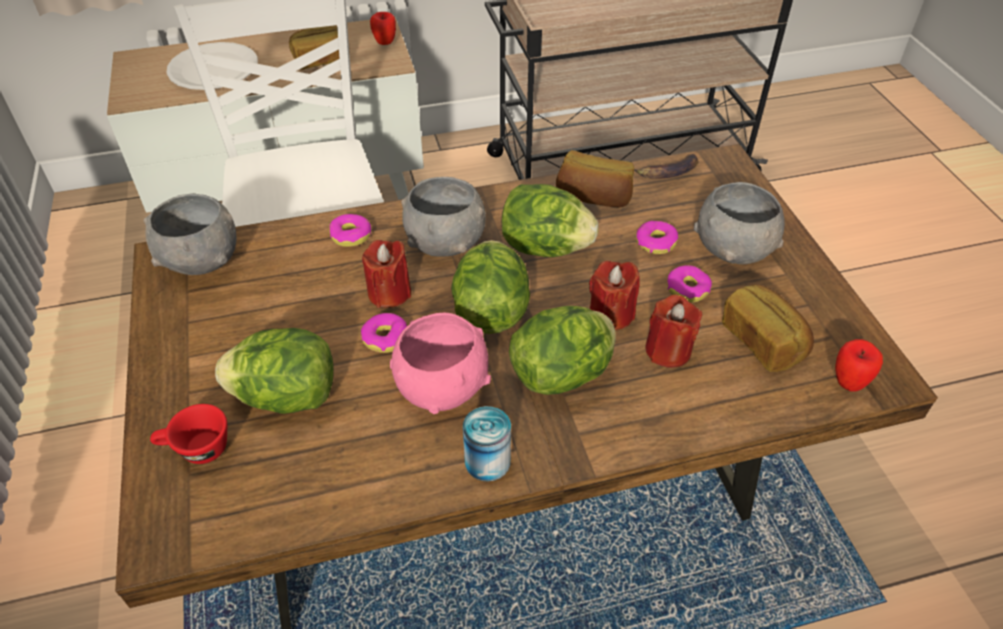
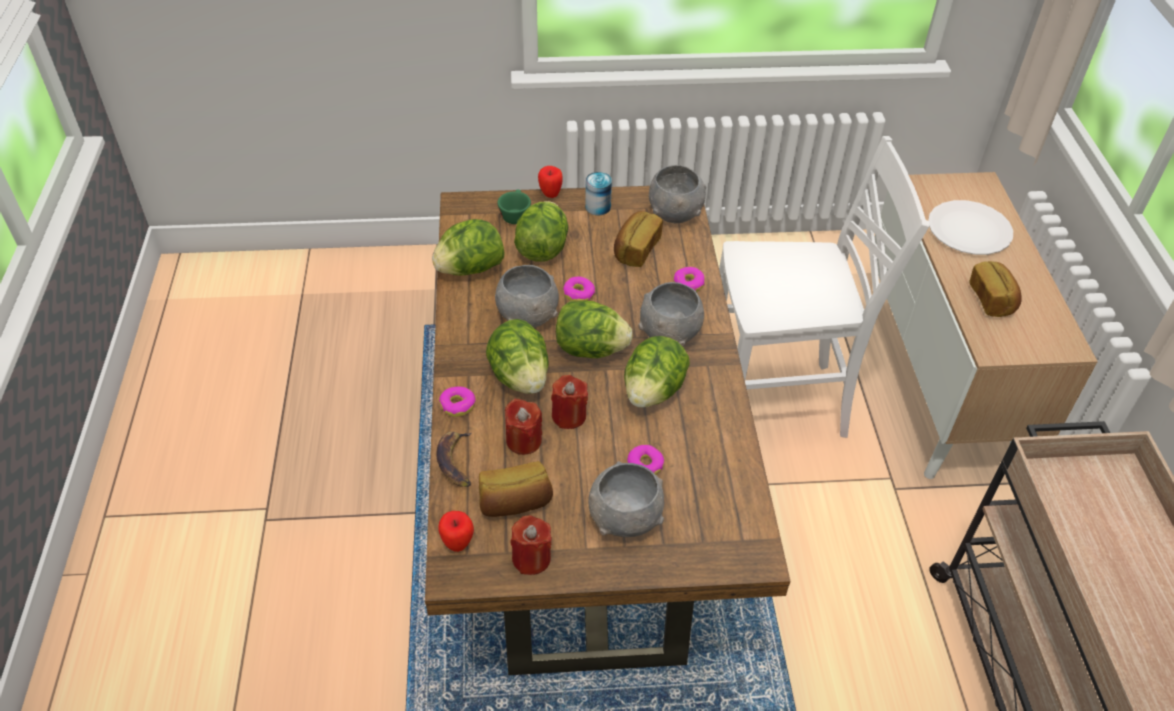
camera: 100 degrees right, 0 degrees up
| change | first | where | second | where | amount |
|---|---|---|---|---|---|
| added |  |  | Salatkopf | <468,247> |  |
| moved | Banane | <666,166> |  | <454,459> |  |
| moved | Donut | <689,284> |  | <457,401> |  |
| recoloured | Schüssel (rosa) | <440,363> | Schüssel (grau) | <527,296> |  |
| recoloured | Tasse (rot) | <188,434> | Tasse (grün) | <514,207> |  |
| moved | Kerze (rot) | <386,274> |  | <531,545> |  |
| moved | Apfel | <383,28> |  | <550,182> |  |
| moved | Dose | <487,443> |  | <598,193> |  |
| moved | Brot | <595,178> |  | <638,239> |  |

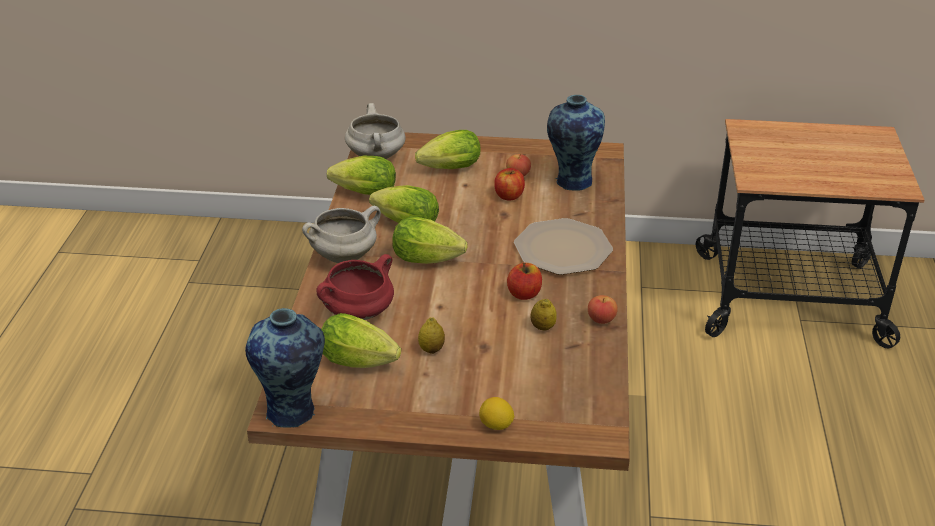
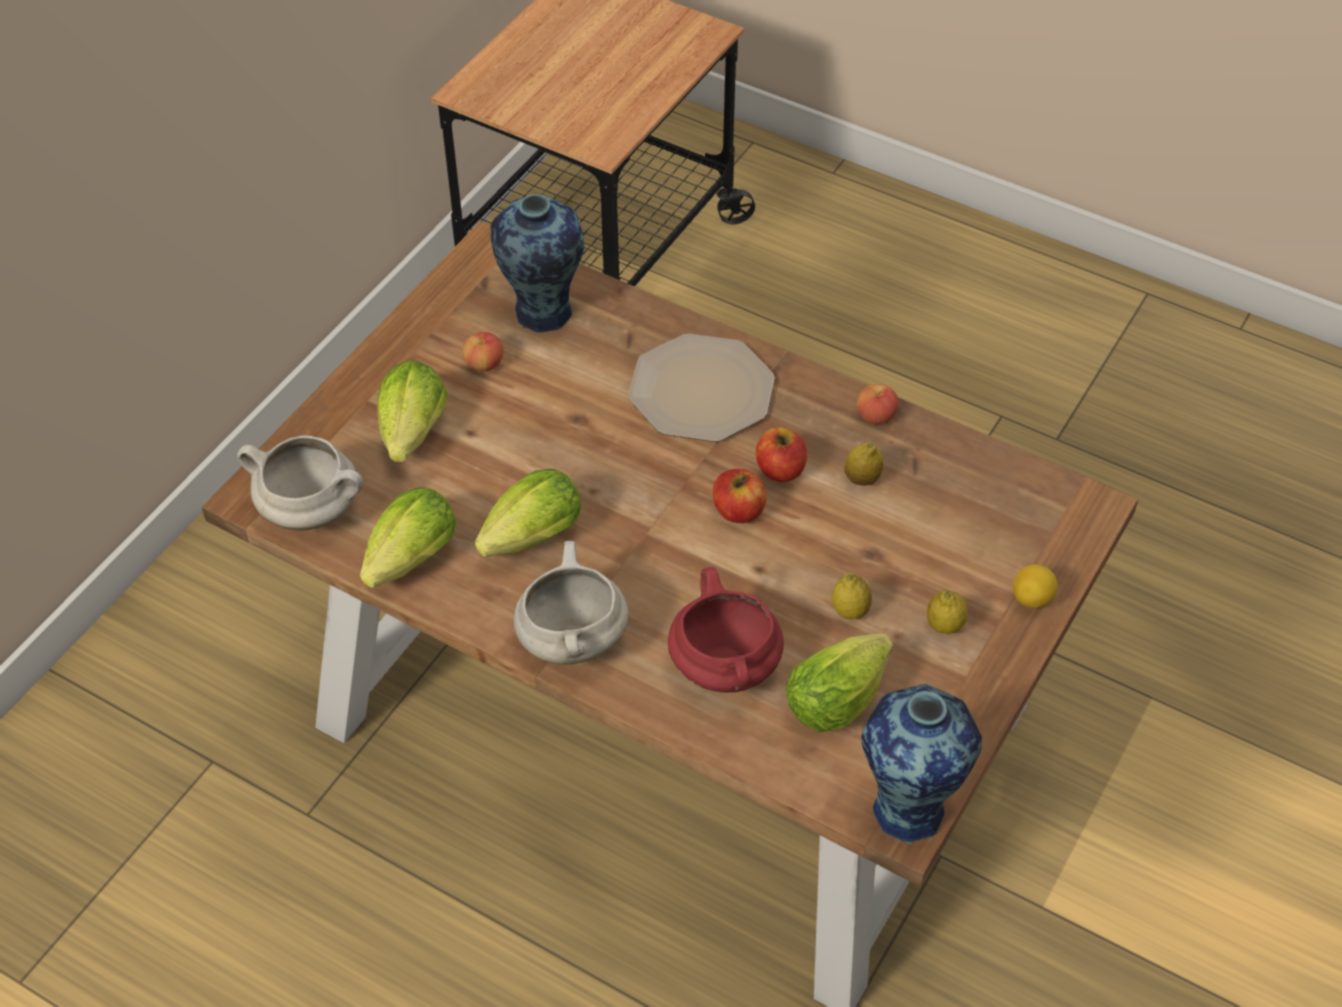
camera: 65 degrees left, 15 degrees up
| change | first | where | second | where | amount |
|---|---|---|---|---|---|
| moved | Apfel | <509,184> |  | <739,495> |  |
| added |  |  | Zitrone | <947,612> |  |
| removed | Salatkopf | <429,240> |  |  |  |

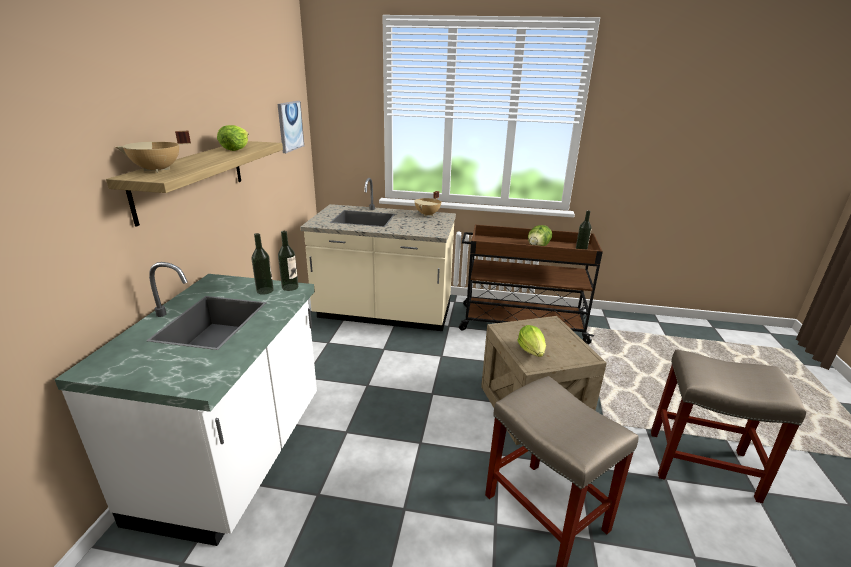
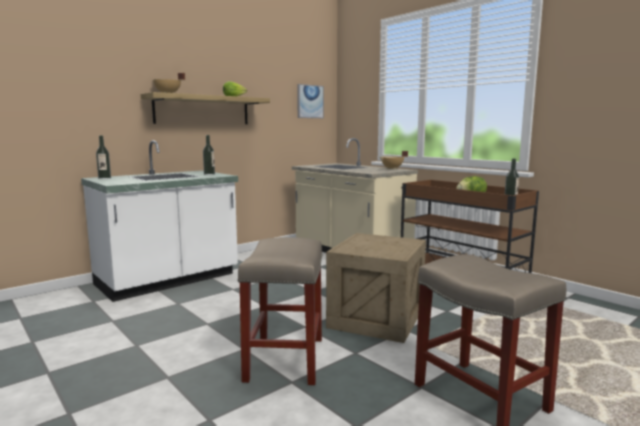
camera: 40 degrees right, 15 degrees down
| change | first | where | second | where | amount |
|---|---|---|---|---|---|
| moved | Flasche | <288,261> |  | <103,157> |  |
| removed | Salatkopf | <531,341> |  |  |  |

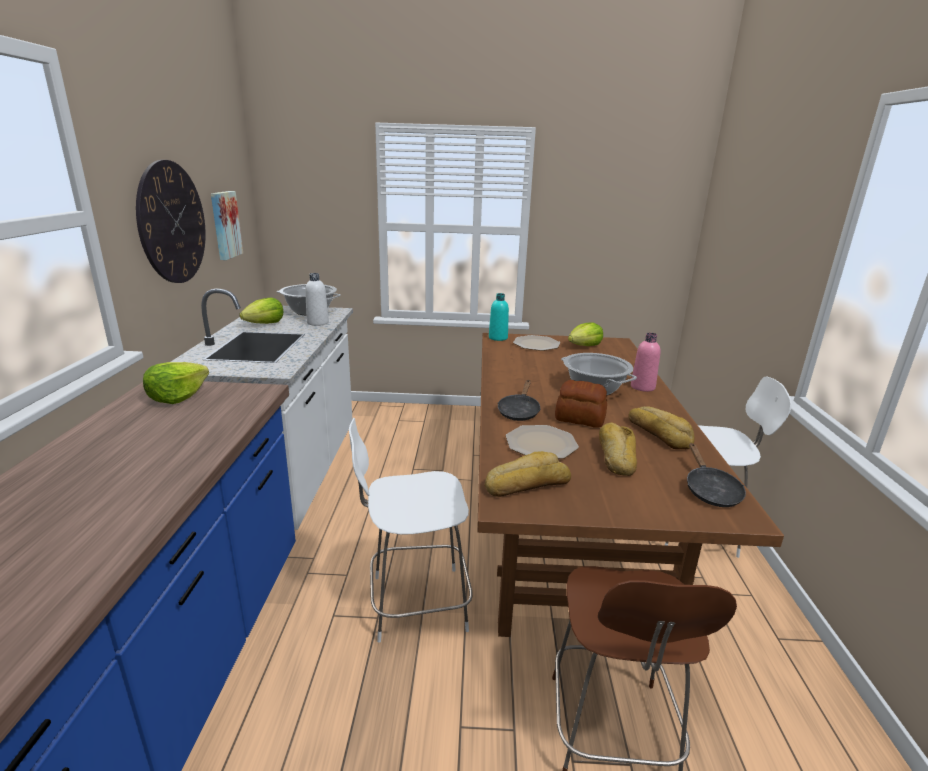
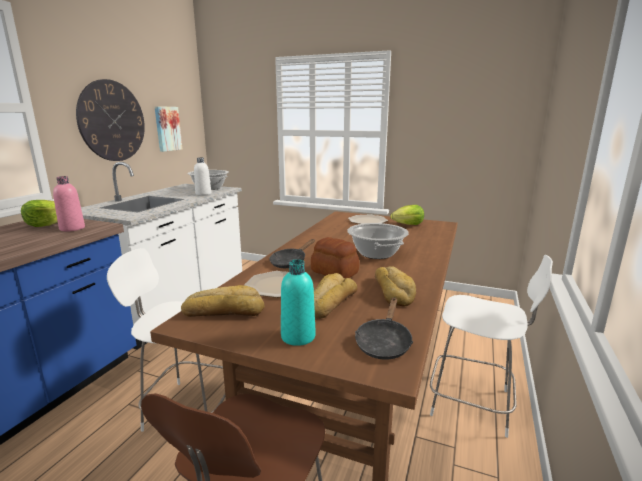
camera: 20 degrees right, 5 degrees down
| change | first | where | second | where | amount |
|---|---|---|---|---|---|
| moved | Flasche (rosa) | <646,362> |  | <69,204> |  |
| moved | Flasche (türkis) | <499,317> |  | <298,302> |  |
| removed | Salatkopf | <261,310> |  |  |  |

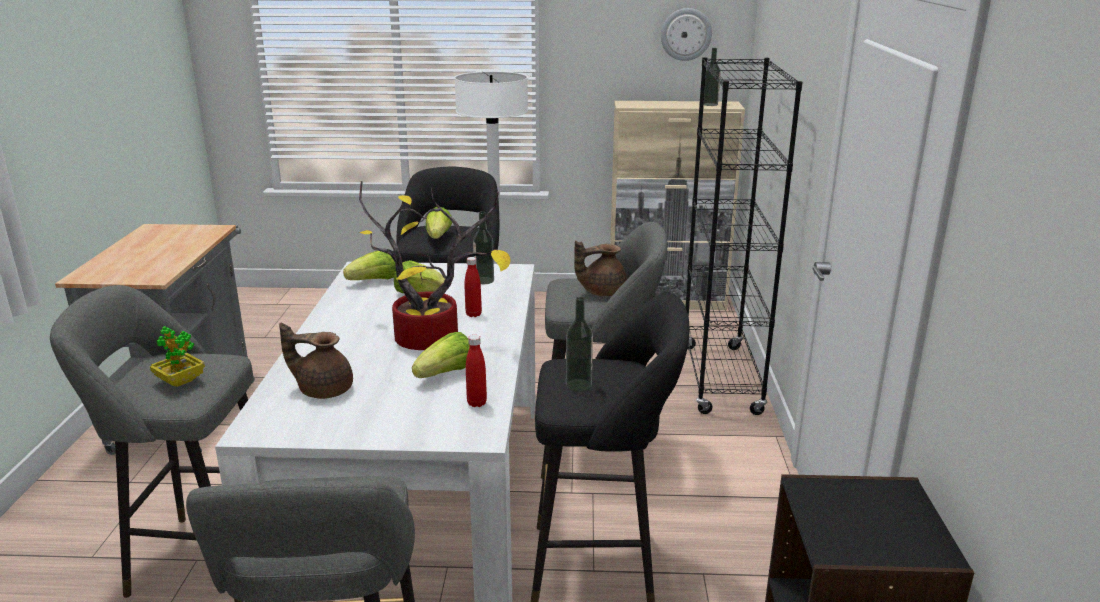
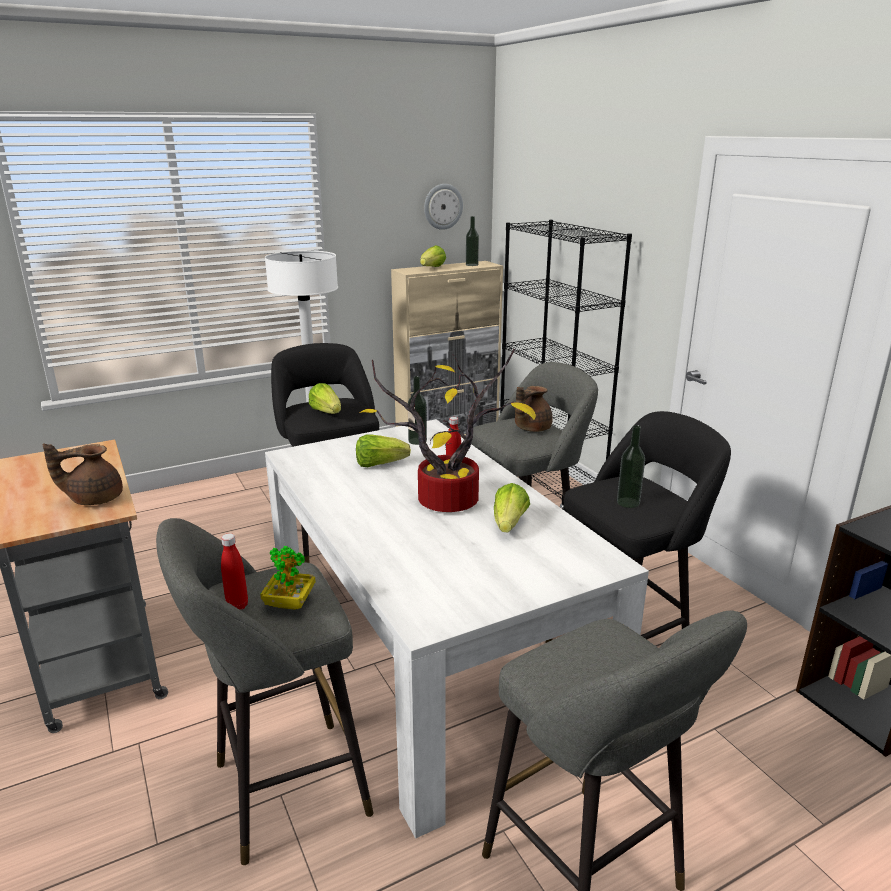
camera: 30 degrees left, 0 degrees up
| change | first | where | second | where | amount |
|---|---|---|---|---|---|
| moved | Teekanne (braun) | <316,361> |  | <83,474> |  |
| moved | Flasche (rot) | <476,371> |  | <234,571> |  |
| moved | Salatkopf | <369,264> |  | <433,256> |  |

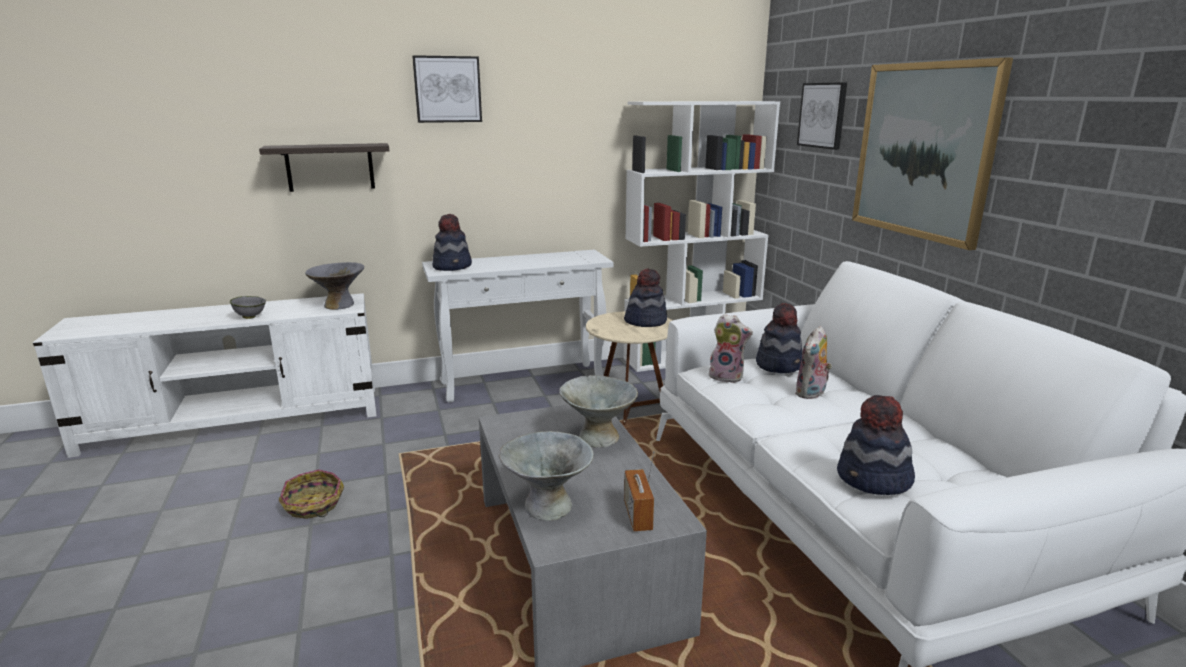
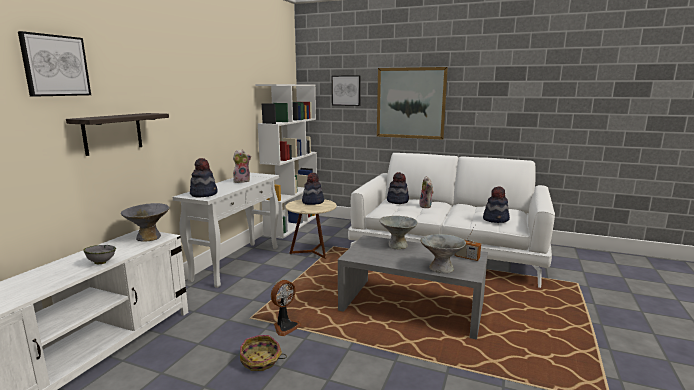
camera: 50 degrees left, 5 degrees down
| change | first | where | second | where | amount |
|---|---|---|---|---|---|
| moved | Bild | <447,89> |  | <54,64> |  |
| moved | Plüschtier | <730,348> |  | <242,166> |  |
| added |  |  | Ventilator | <286,308> |  |

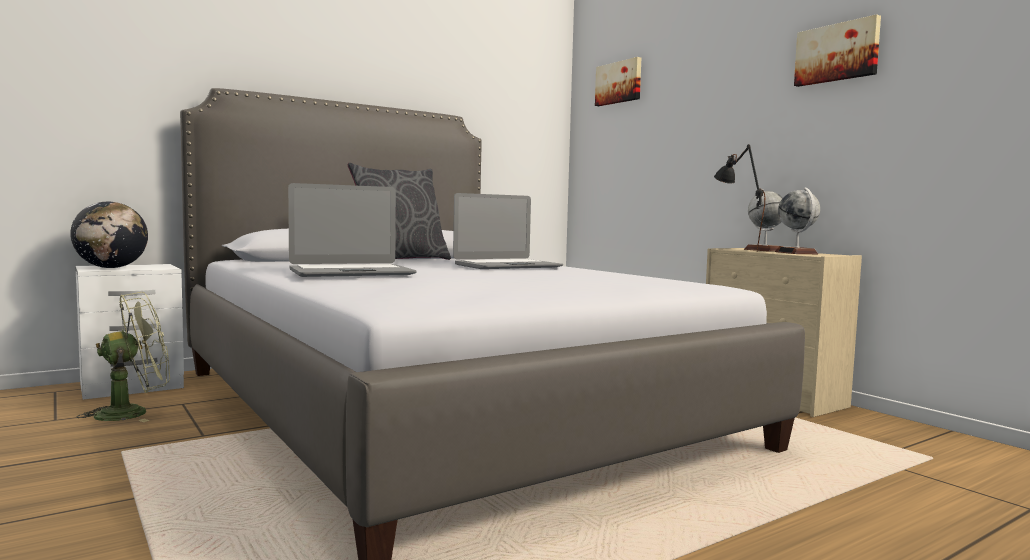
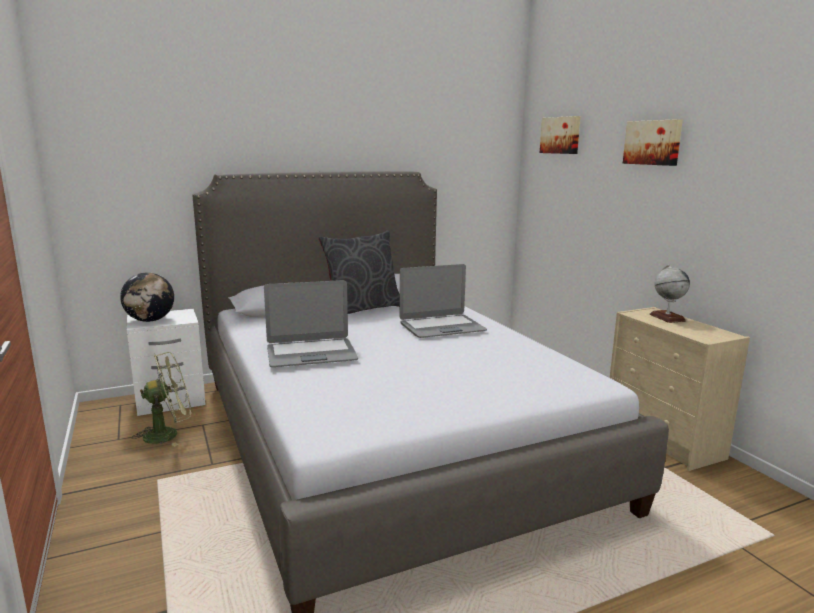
camera: 10 degrees right, 10 degrees up
| change | first | where | second | where | amount |
|---|---|---|---|---|---|
| moved | Bild | <837,50> |  | <653,142> |  |
| removed | Tischlampe (schwarz) | <739,197> |  |  |  |
| removed | Globus | <797,221> |  |  |  |

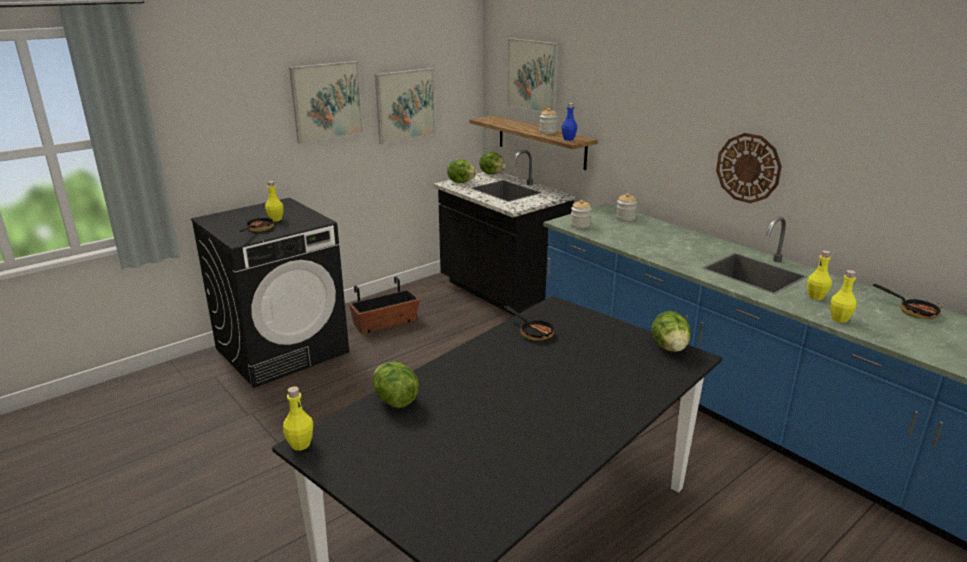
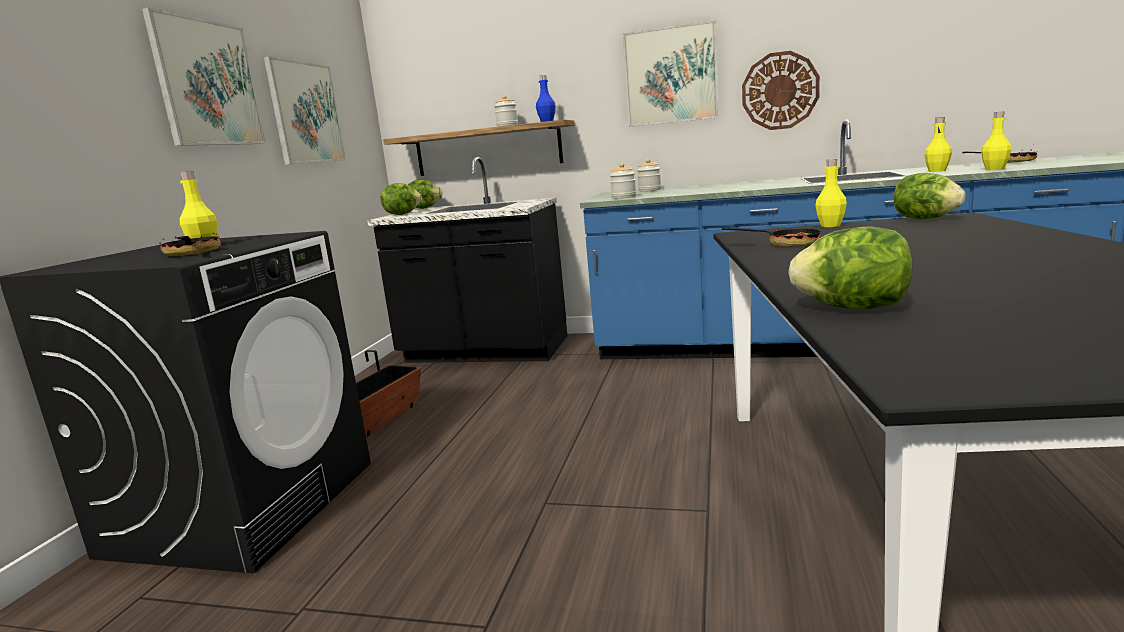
camera: 35 degrees left, 10 degrees down
| change | first | where | second | where | amount |
|---|---|---|---|---|---|
| moved | Bild | <533,75> |  | <671,73> |  |
| moved | Flasche (gelb) | <298,418> |  | <831,193> |  |

